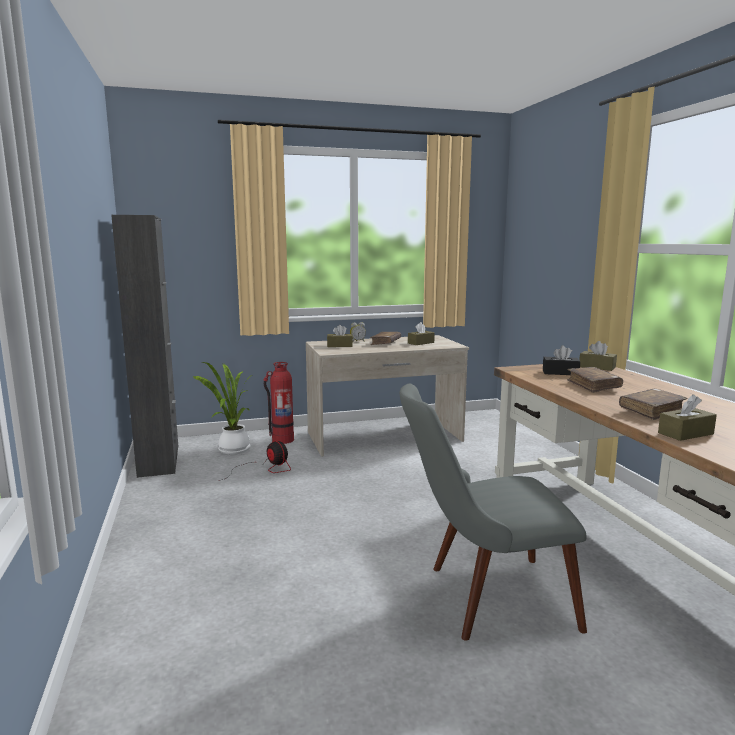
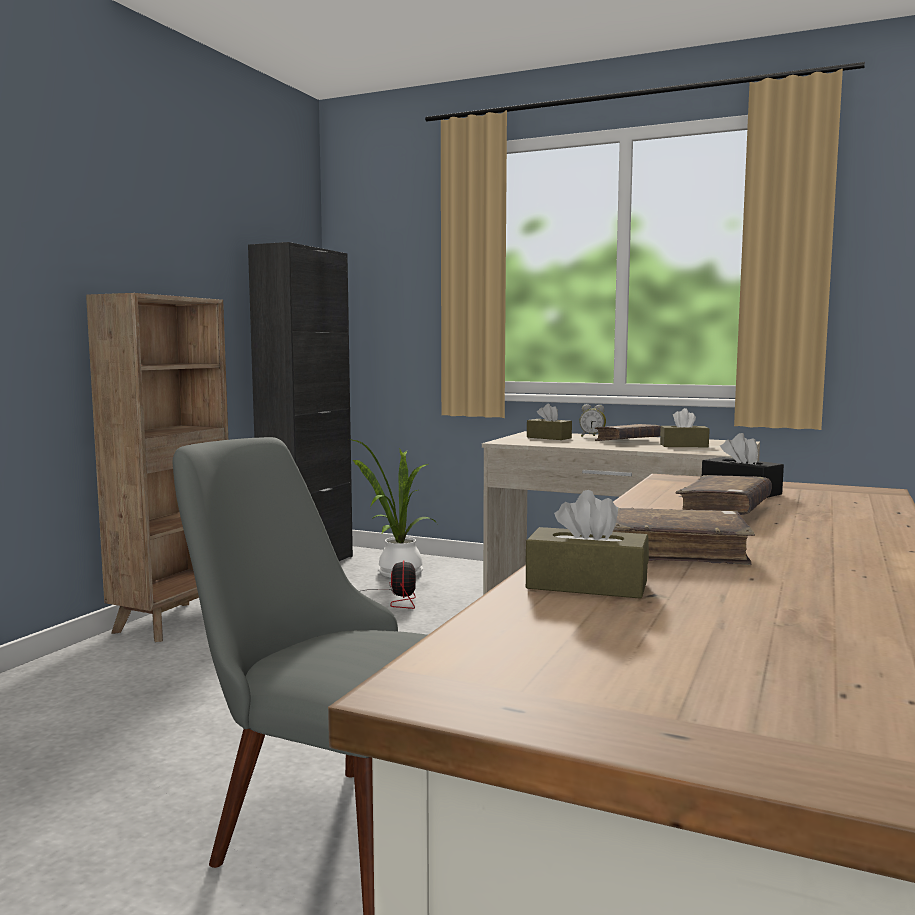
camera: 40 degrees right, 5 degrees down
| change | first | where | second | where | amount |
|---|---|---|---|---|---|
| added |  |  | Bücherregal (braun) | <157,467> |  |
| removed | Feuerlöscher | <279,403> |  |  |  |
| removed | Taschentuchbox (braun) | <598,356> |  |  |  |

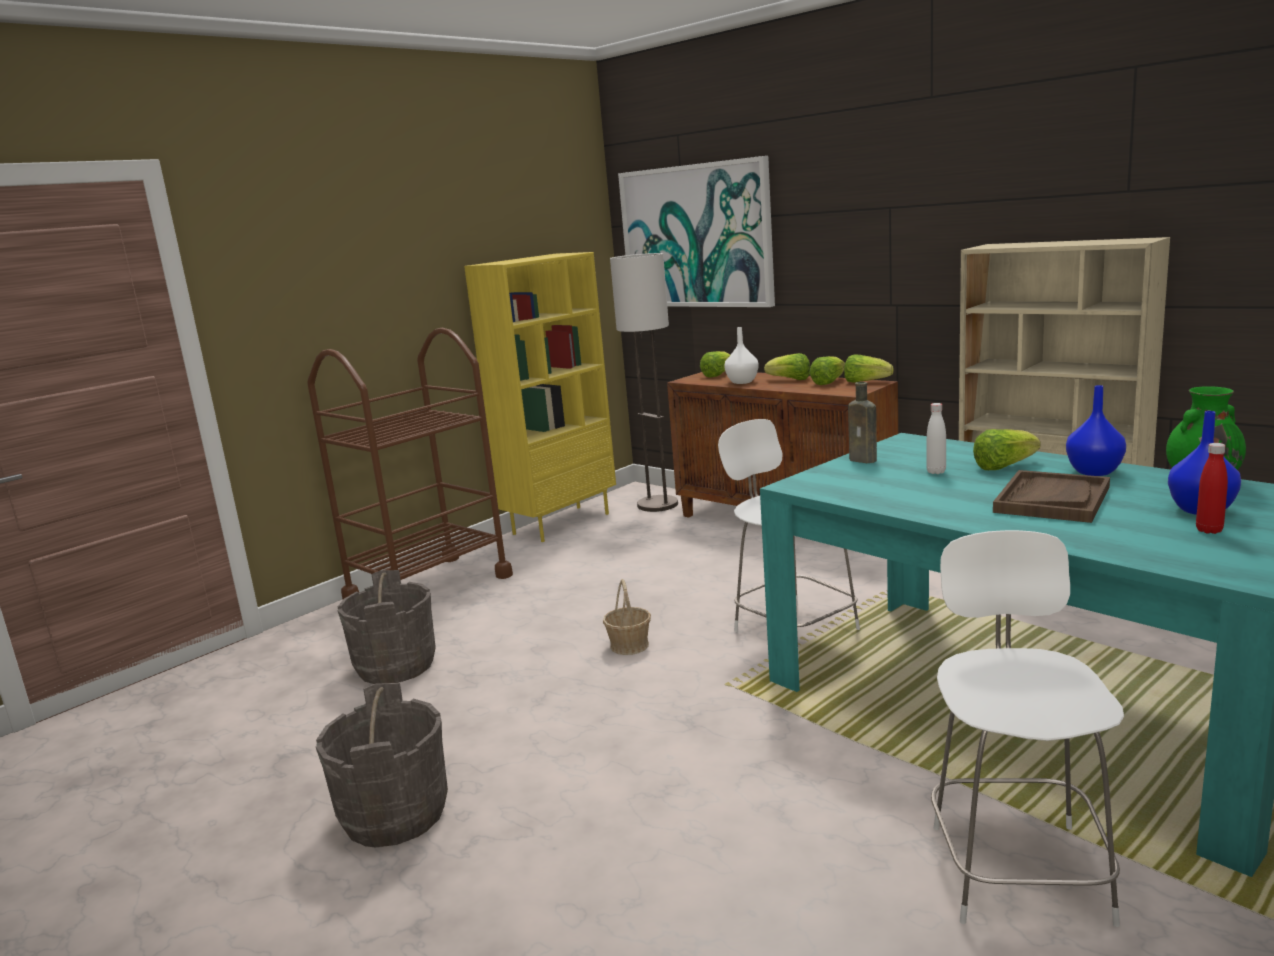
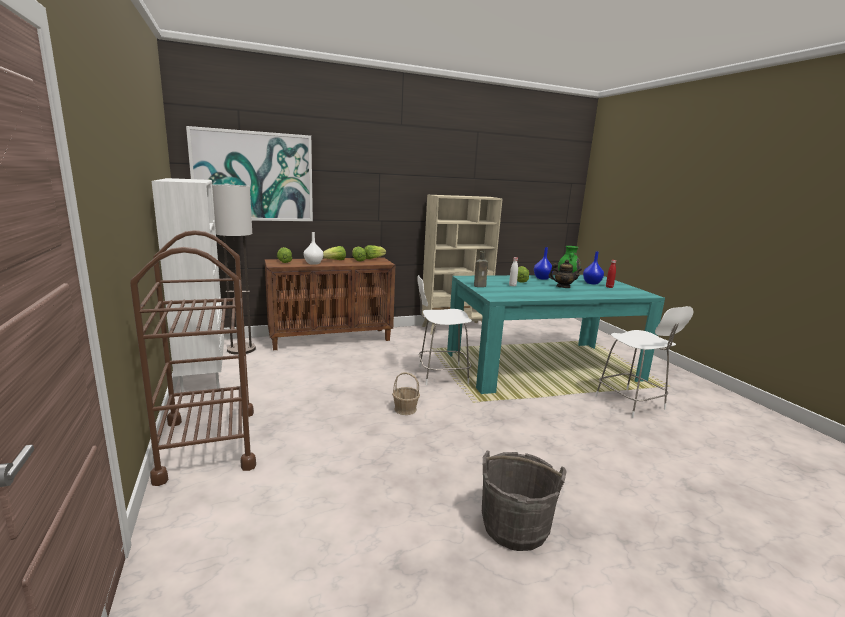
camera: 65 degrees left, 0 degrees up
| change | first | where | second | where | amount |
|---|---|---|---|---|---|
| recoloured | Bücherregal (gelb) | <540,397> | Bücherregal (weiß) | <188,285> |  |
| replaced | Tablett (braun) | <1051,496> | Teekanne | <565,273> |  |
| turned | Stuhl (weiß) | <1027,728> |  | <644,362> | 150 degrees counterclockwise |
| removed | Eimer (grau) | <387,627> |  |  |  |

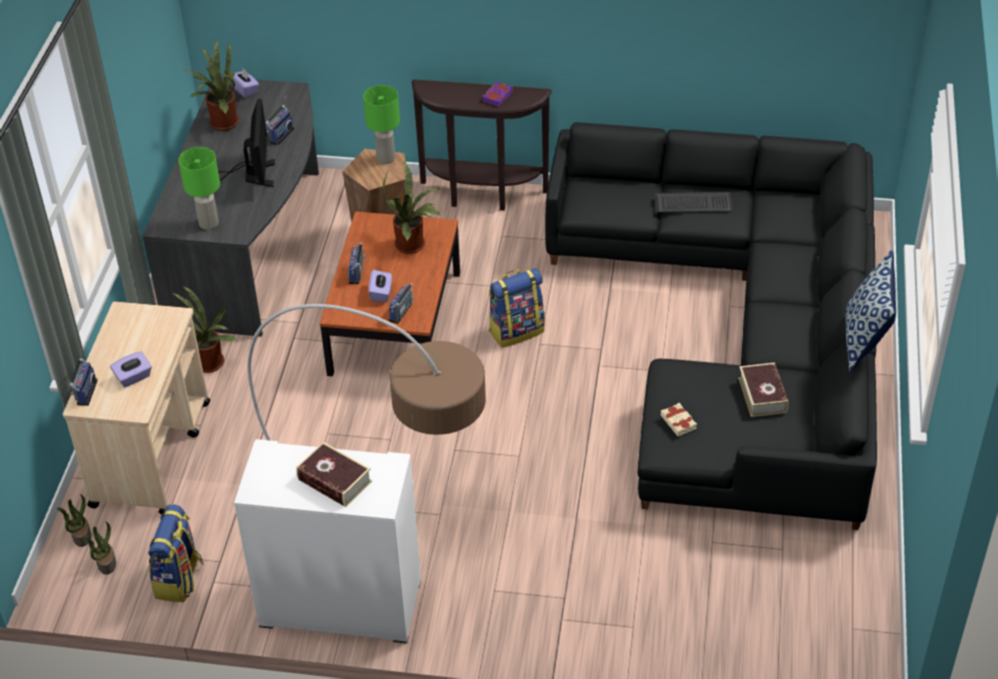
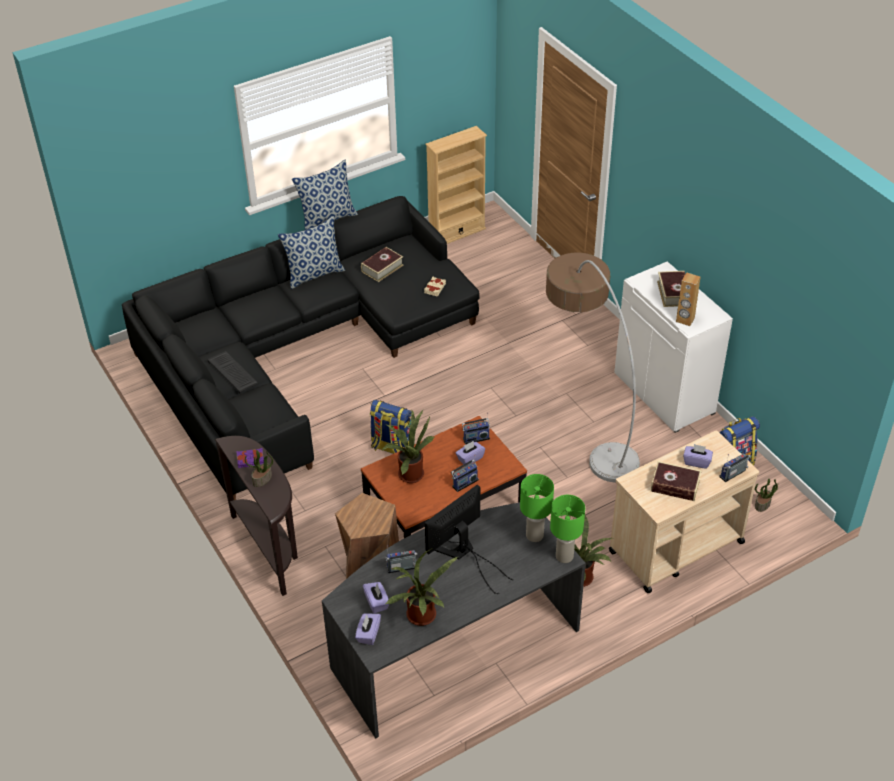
camera: 130 degrees left, 0 degrees up
| change | first | where | second | where | amount |
|---|---|---|---|---|---|
| moved | Topfpflanze | <74,520> |  | <259,468> |  |
| added |  |  | Kissen | <311,252> |  |
| added |  |  | Taschentuchbox (lila) | <376,597> |  |
| added |  |  | Bücherregal (beige) | <456,185> |  |
| moved | Tischlampe (grün) | <381,124> |  | <567,529> |  |
| added |  |  | Buch | <676,481> |  |
| added |  |  | Lautsprecher (braun) | <688,299> |  |

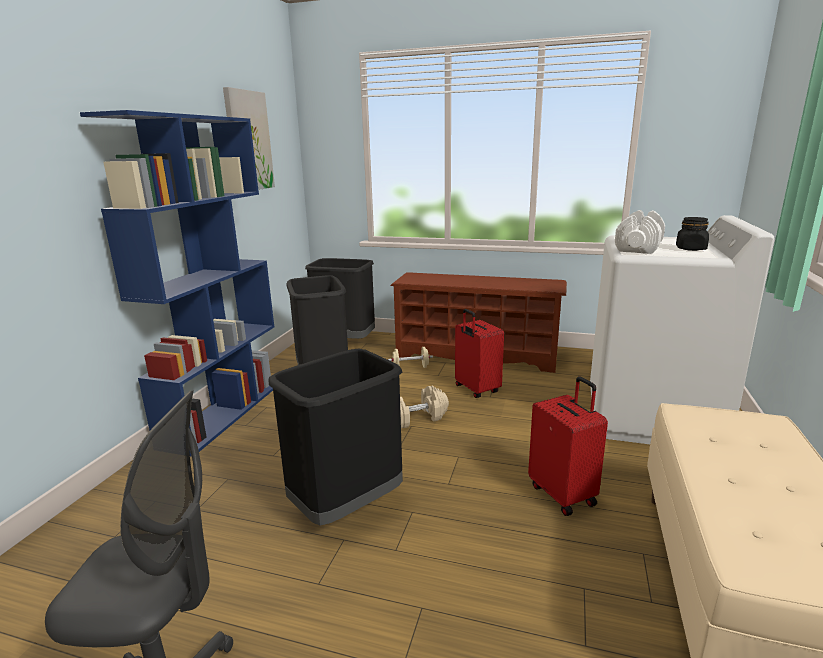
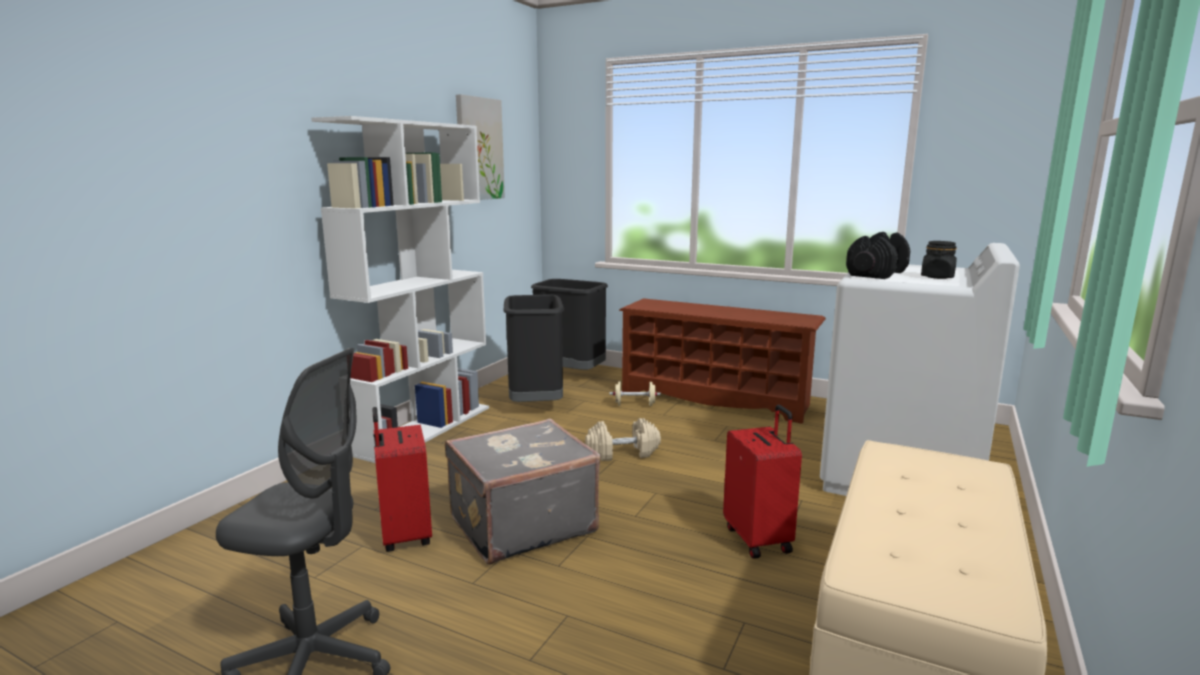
camera: 10 degrees right, 5 degrees down
| change | first | where | second | where | amount |
|---|---|---|---|---|---|
| recoloured | Bücherregal (blau) | <177,283> | Bücherregal (weiß) | <400,289> |  |
| moved | Koffer (rot) | <479,353> |  | <402,479> |  |
| replaced | Mülleimer (schwarz) | <335,436> | Koffer (grau) | <522,491> |  |
| recoloured | Hantel (weiß) | <640,232> | Hantel (schwarz) | <878,255> |  |

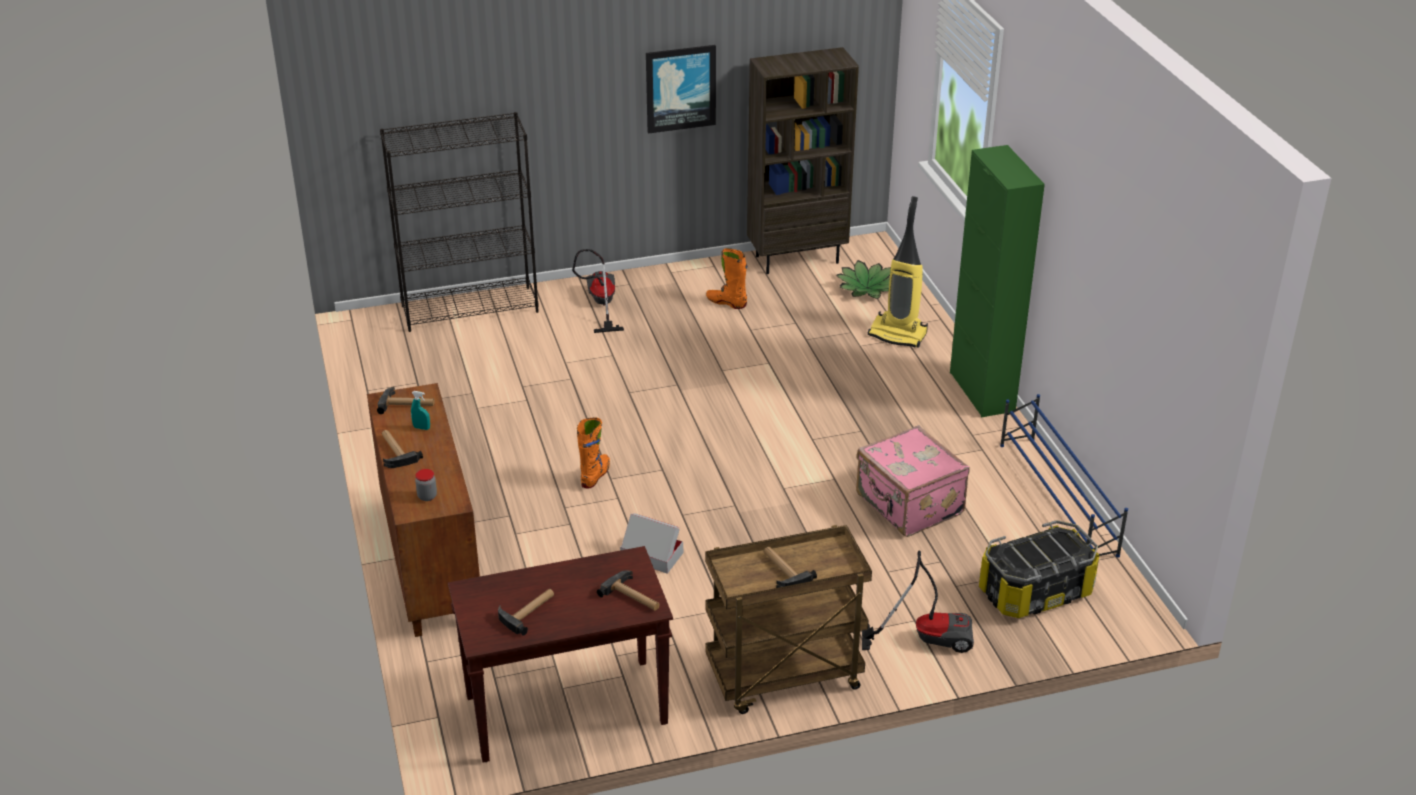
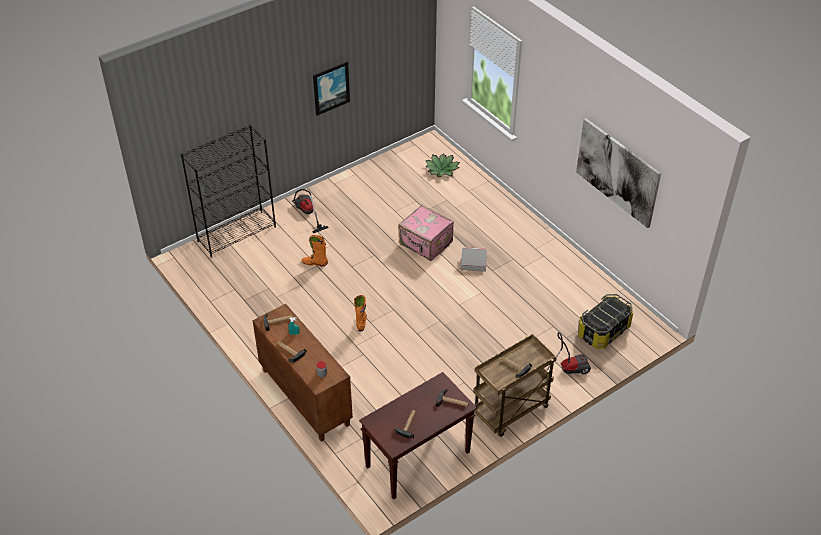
camera: 20 degrees left, 10 degrees up
| change | first | where | second | where | amount |
|---|---|---|---|---|---|
| moved | Stiefel (orange) | <726,278> |  | <315,251> |  |
| moved | Koffer (rosa) | <913,481> |  | <426,233> |  |
| moved | Karton | <651,543> |  | <473,259> |  |
| added |  |  | Bild | <618,173> |  |
| removed | Bücherregal (braun) | <803,160> |  |  |  |
| removed | Staubsauger | <898,272> |  |  |  |
| removed | Schrank (grün) | <997,281> |  |  |  |
| removed | Schuhregal (blau) | <1064,476> |  |  |  |

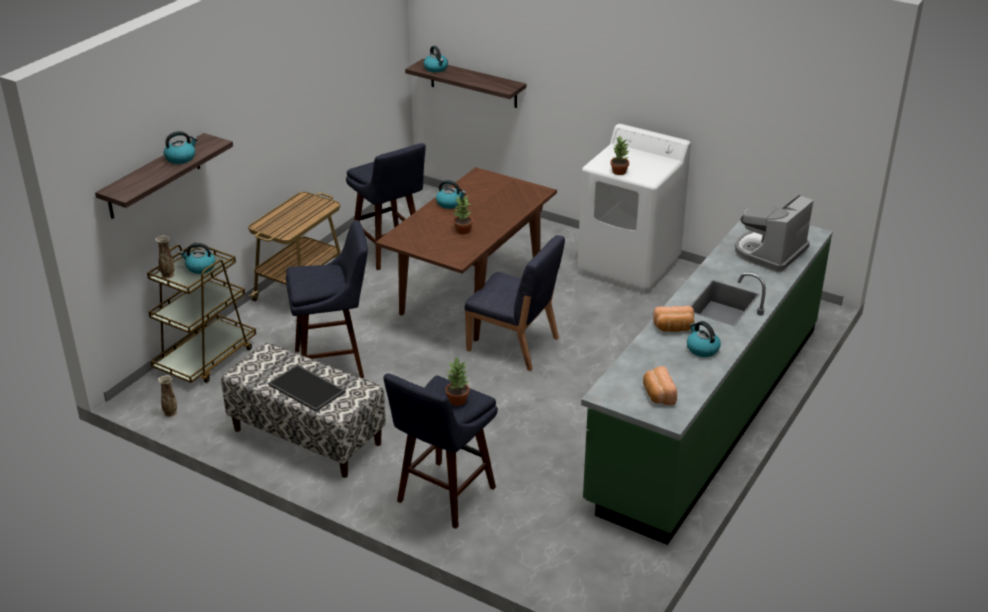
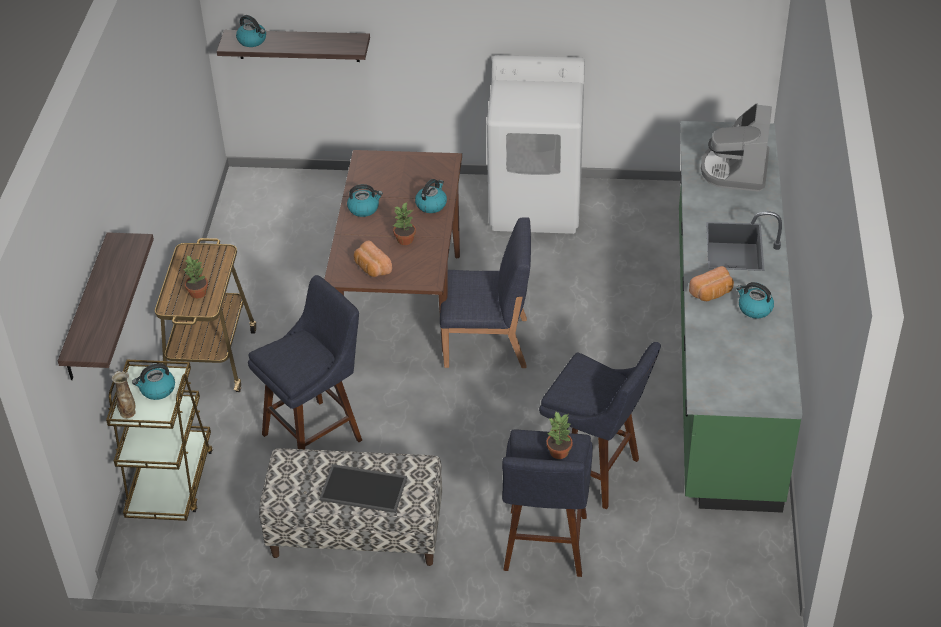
camera: 25 degrees left, 10 degrees up
| change | first | where | second | where | amount |
|---|---|---|---|---|---|
| moved | Topfpflanze | <620,155> |  | <196,277> |  |
| moved | Brot | <660,385> |  | <373,259> |  |
| moved | Wasserkessel | <181,147> |  | <431,196> |  |
| moved | Hocker (blau) | <386,206> |  | <600,426> |  |
| removed | Vase | <167,396> |  |  |  |

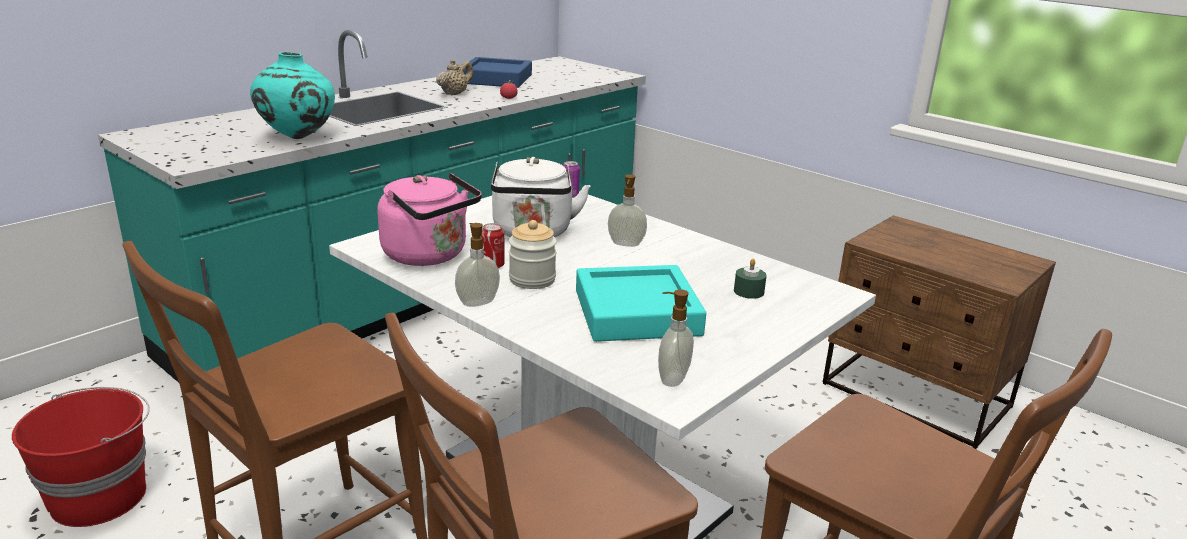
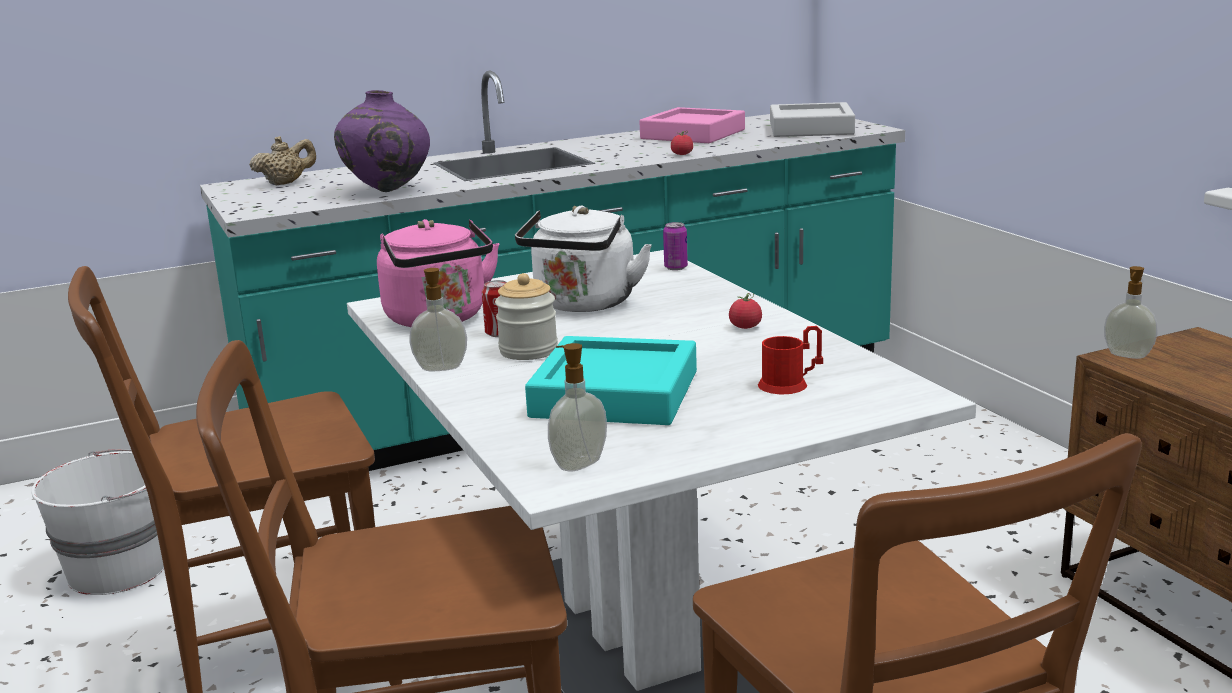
camera: 25 degrees right, 5 degrees down
| change | first | where | second | where | amount |
|---|---|---|---|---|---|
| recoloured | Eimer (rot) | <81,457> | Eimer (weiß) | <97,522> |  |
| moved | Teekanne (beige) | <454,77> |  | <282,160> |  |
| recoloured | Vase (türkis) | <292,95> | Vase (lila) | <382,141> |  |
| recoloured | Tablett (blau) | <498,72> | Tablett (rosa) | <692,125> |  |
| added |  |  | Tomate | <745,311> |  |
| replaced | Kerze (grün) | <750,278> | Henkelbecher (rot) | <790,360> |  |
| added |  |  | Tablett (grau) | <812,119> |  |
| moved | Seifenspender | <627,211> |  | <1131,312> |  |

